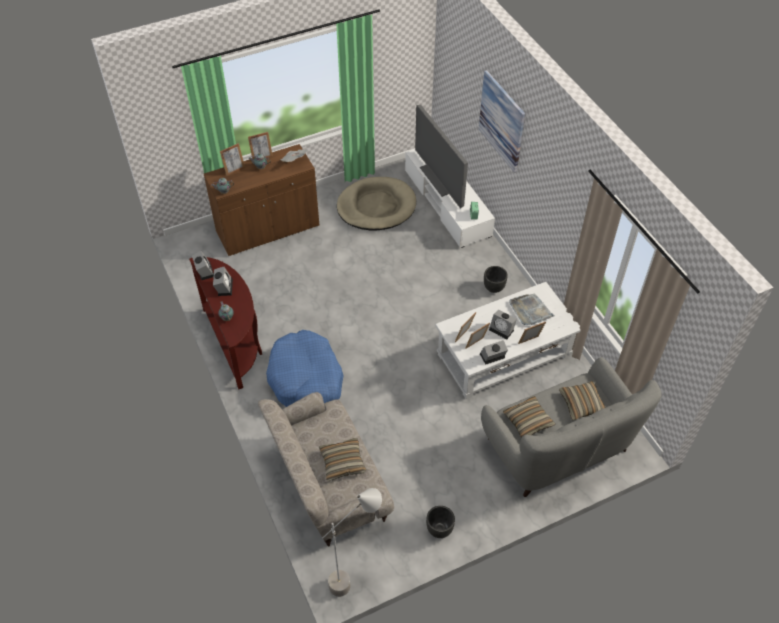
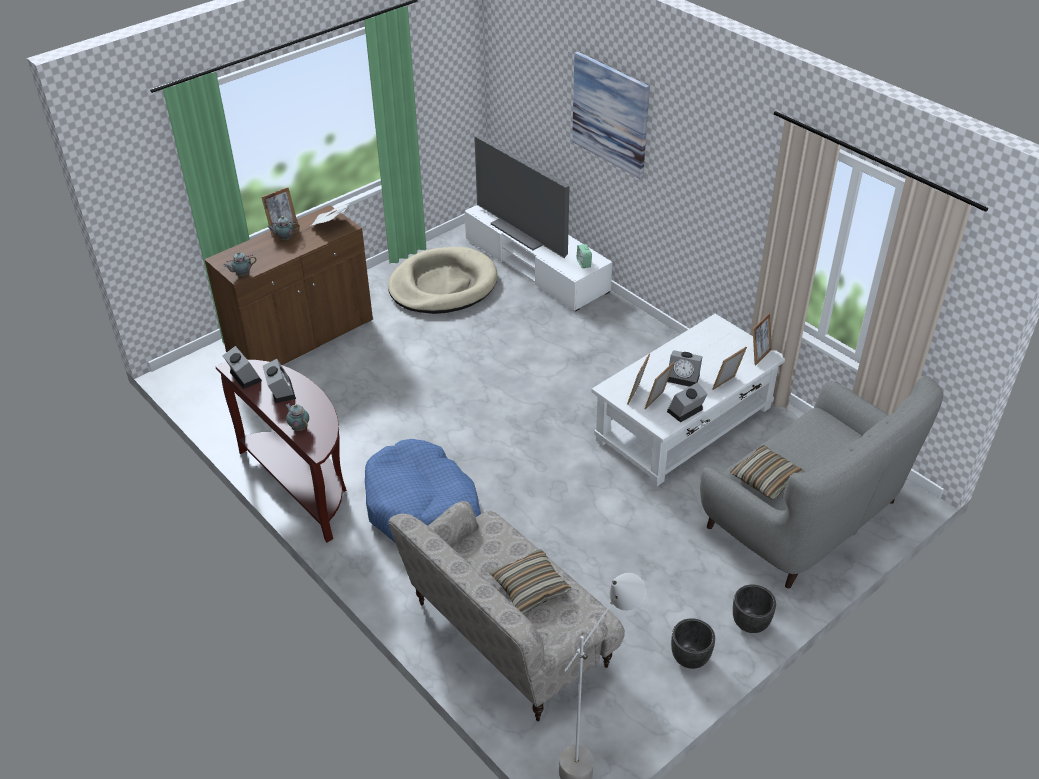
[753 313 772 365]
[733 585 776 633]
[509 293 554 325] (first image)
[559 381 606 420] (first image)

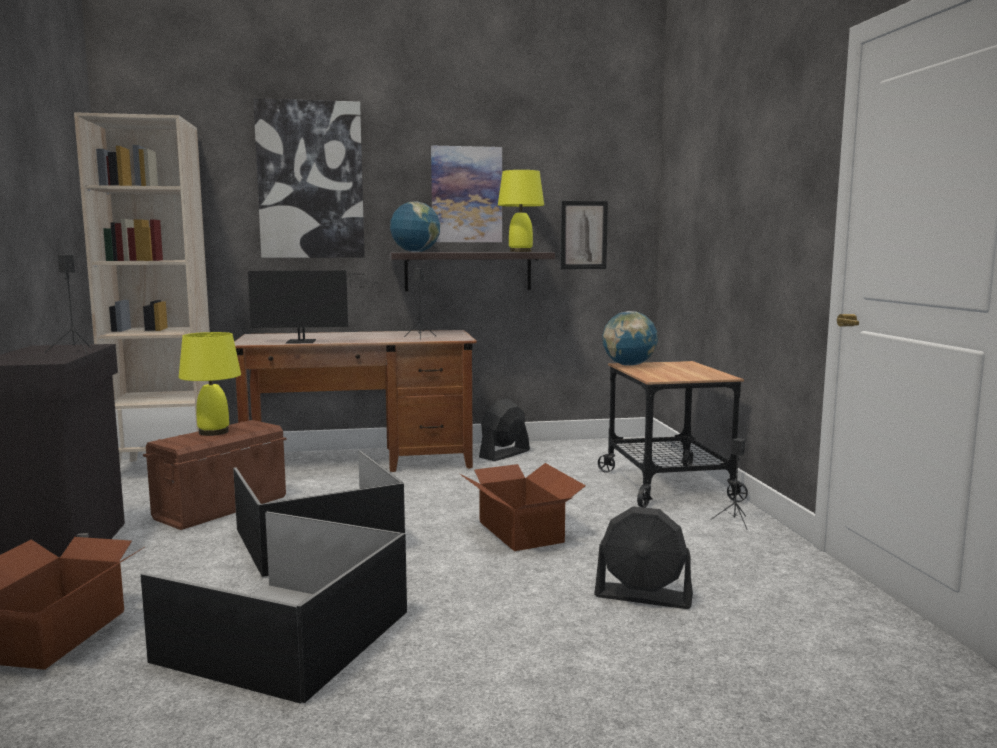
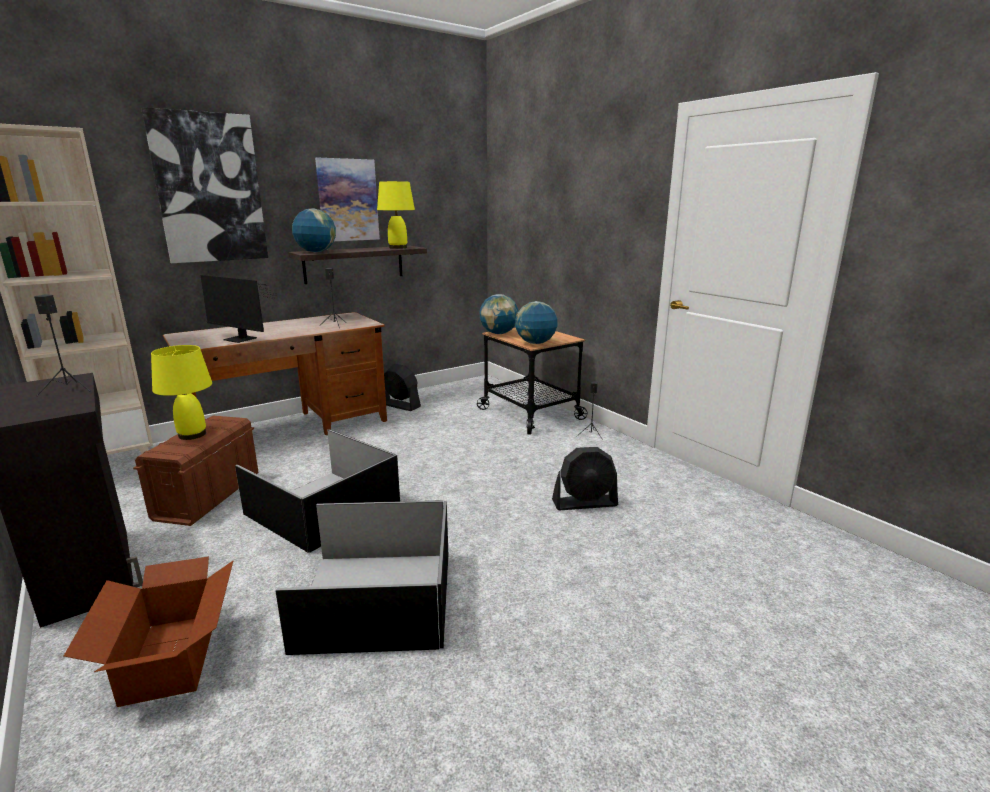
[561 201 608 269] (first image)
[201 275 278 343]
[384 364 421 411]
[459 463 586 551] (first image)
[515 301 557 344]

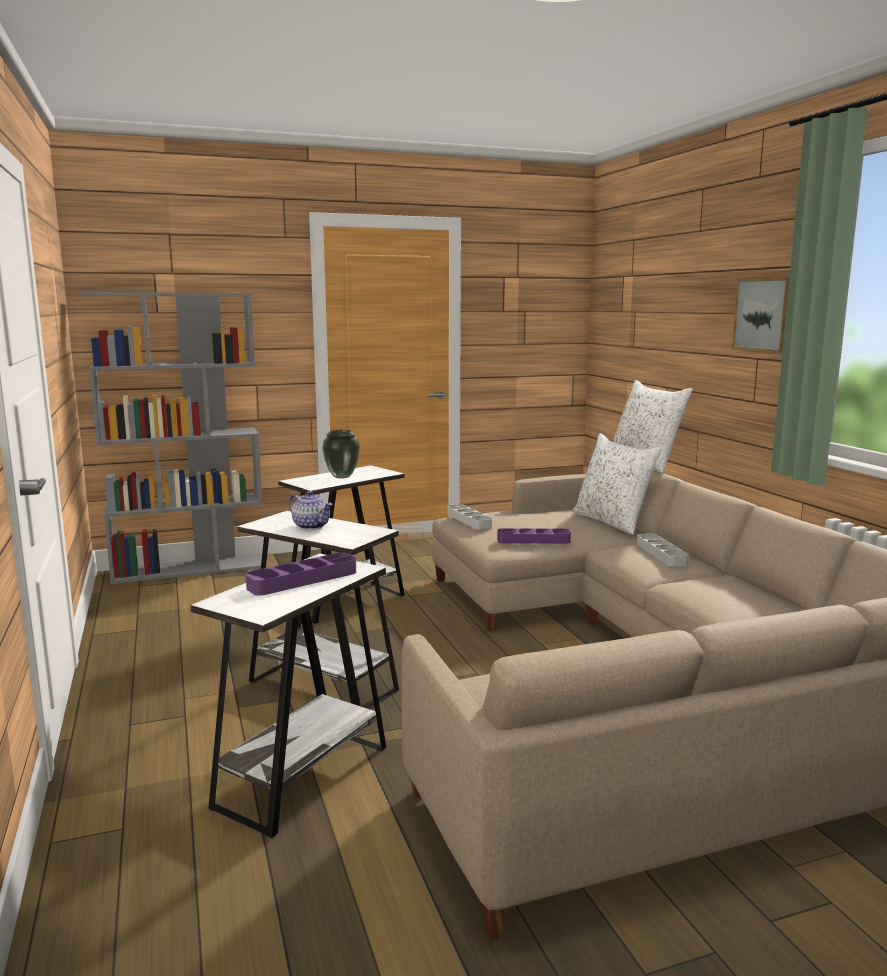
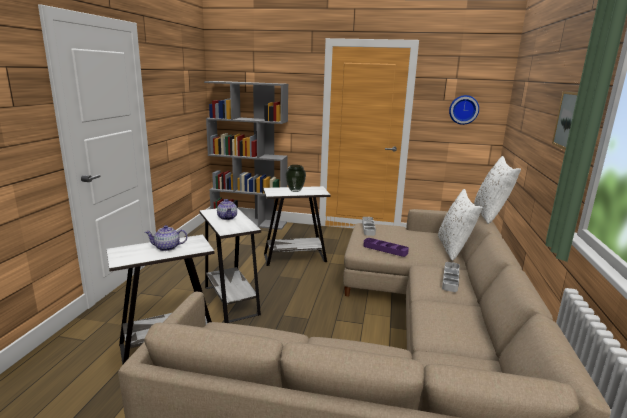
[145 225 188 251]
[449 95 479 125]

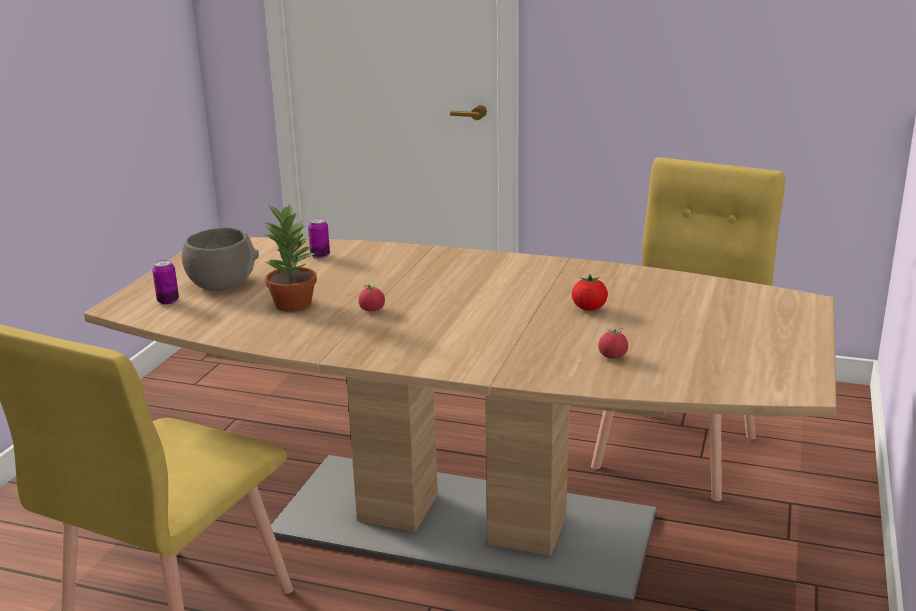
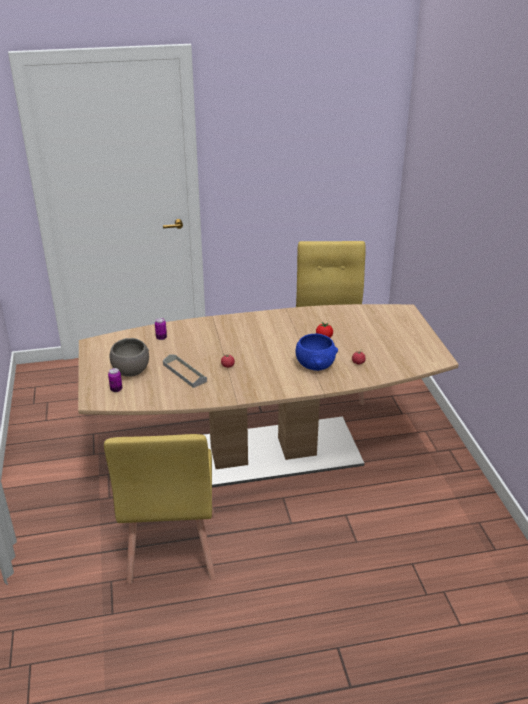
[163 354 207 388]
[295 334 338 371]

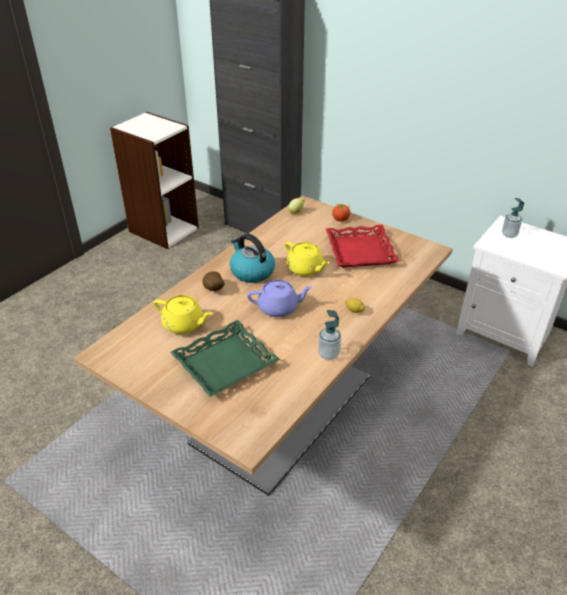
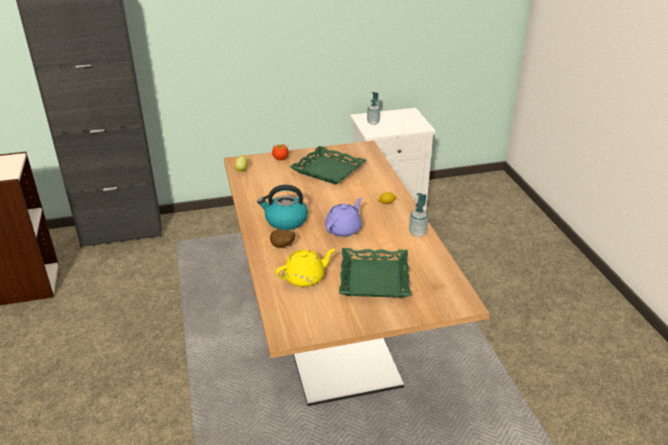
[290 146 367 185]
[285 242 329 276] (first image)

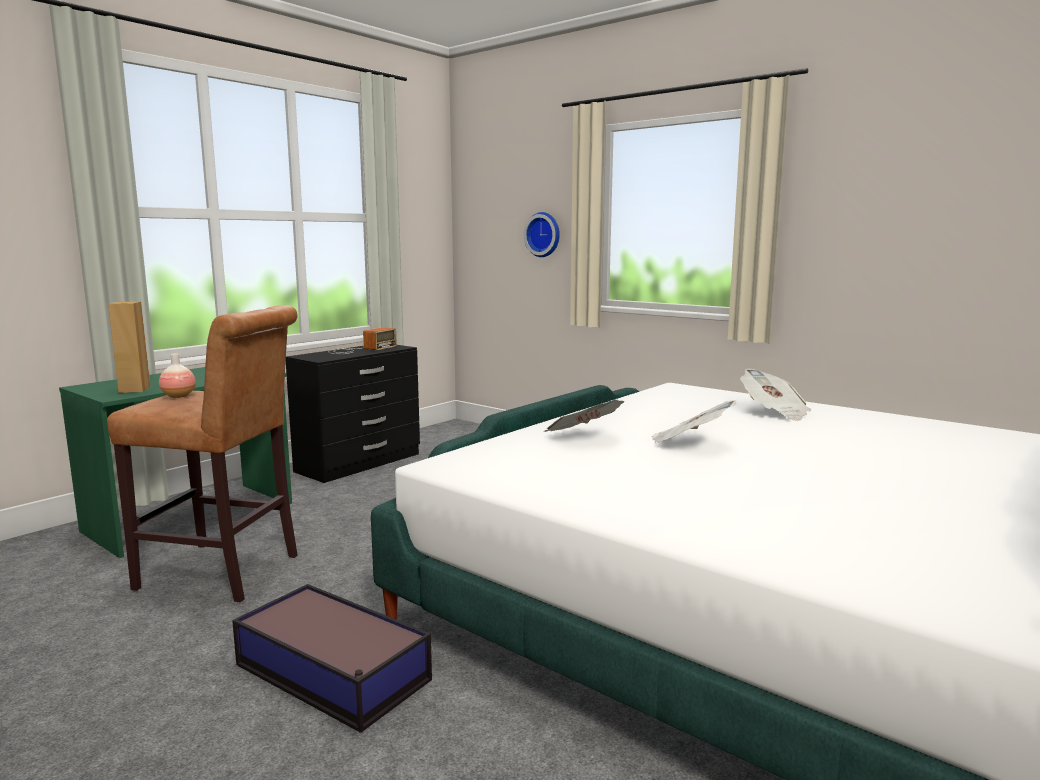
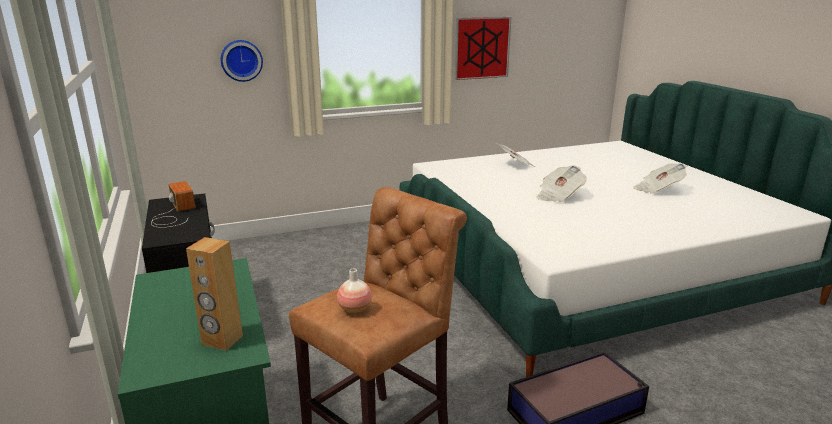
[633 163 687 194]
[455 17 512 80]

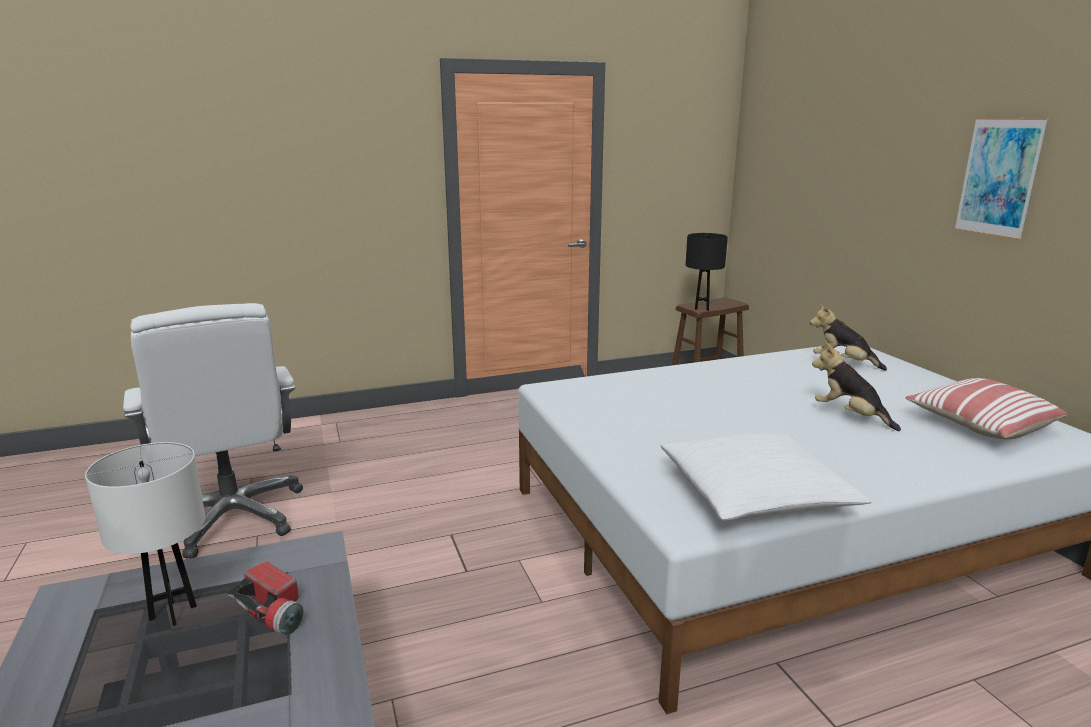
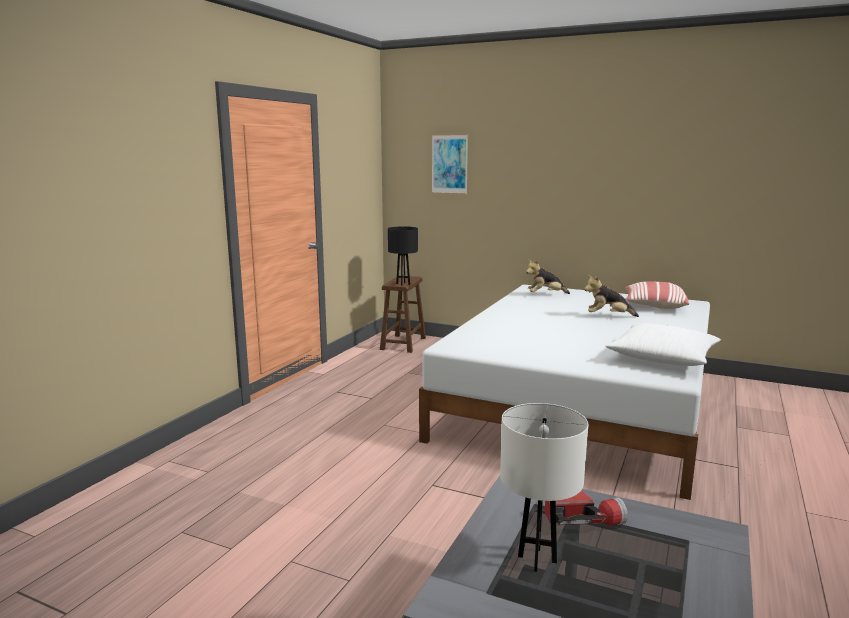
[432 134 468 195]
[123 303 303 559] (first image)

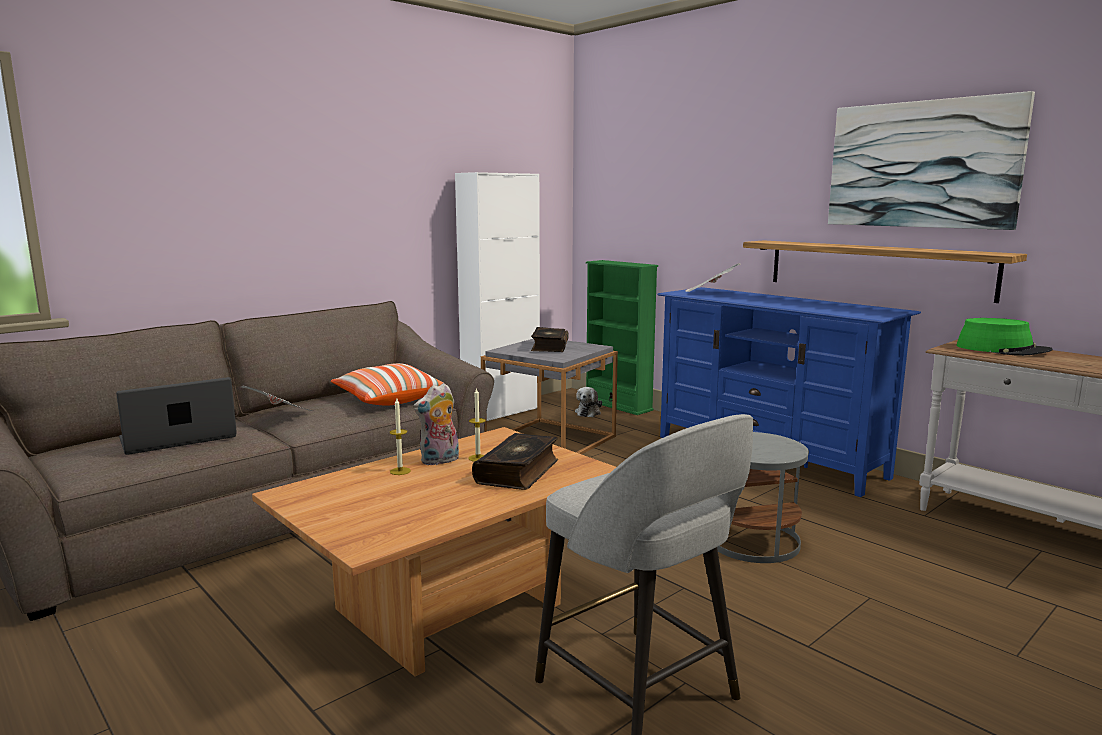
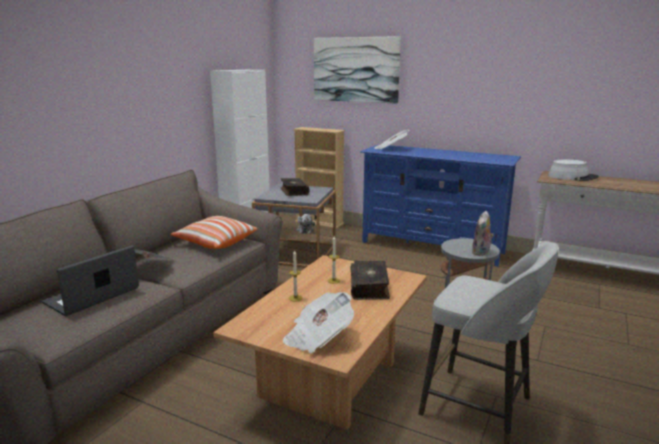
[314 36 401 104]
[743 240 1027 303] (first image)
[293 127 345 229]
[548 159 599 181]
[472 211 494 256]
[283 292 354 353]

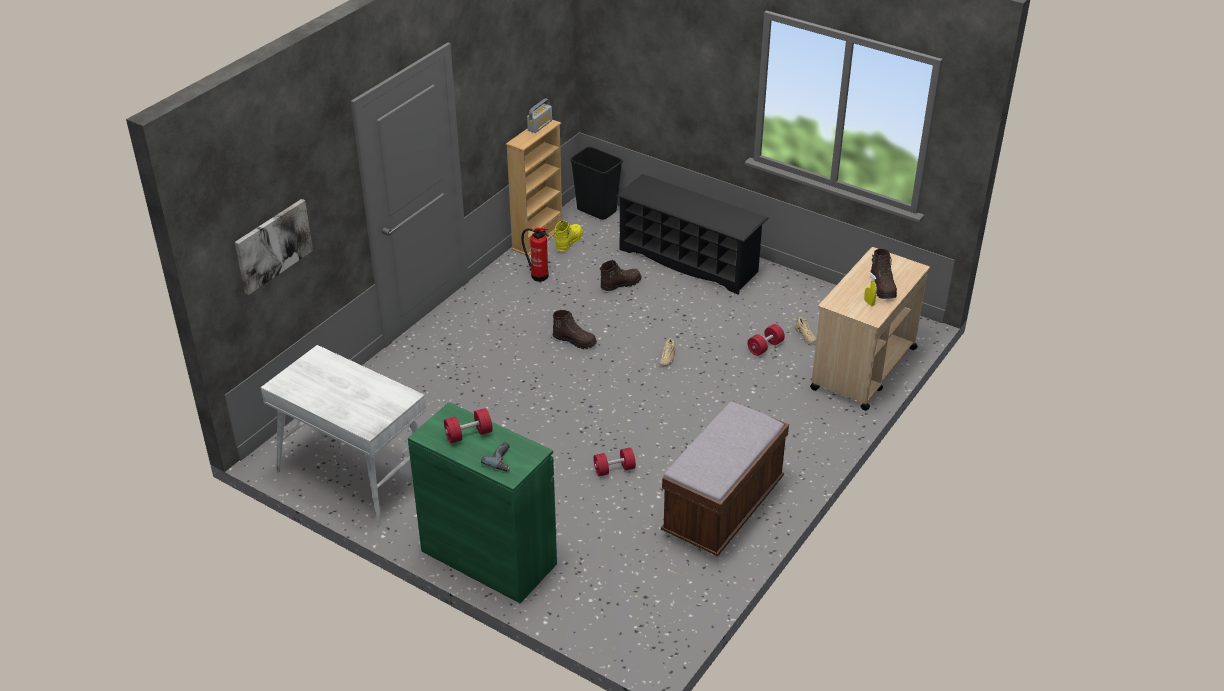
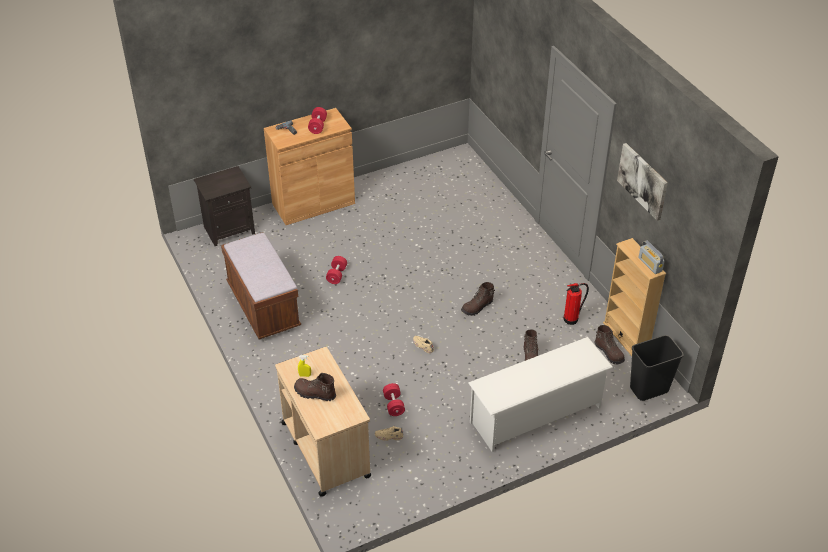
[468 337 613 452]
[617 143 668 221]
[595 325 625 364]
[261 345 426 526] (first image)
[264 108 355 225]
[194 166 255 246]

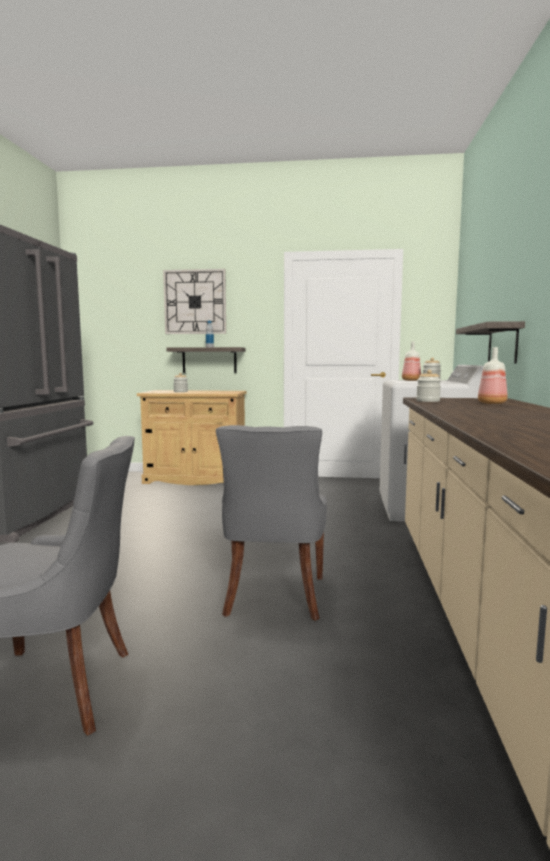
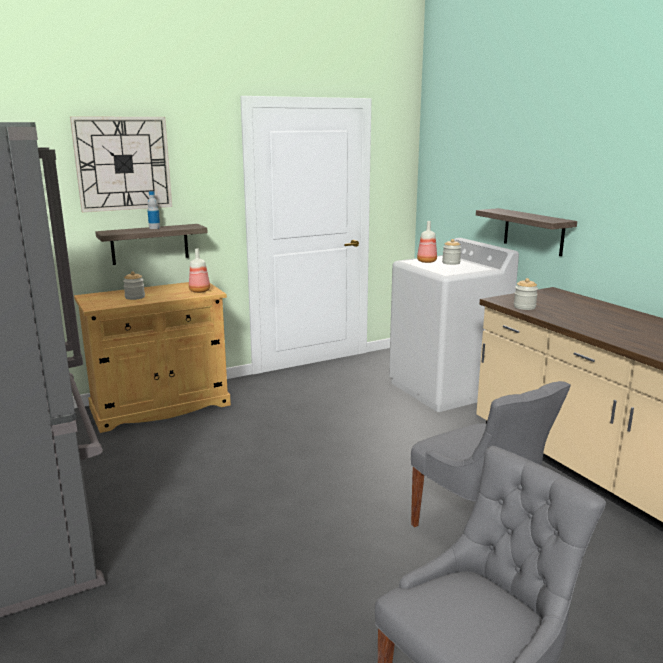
[189 248 210 293]

